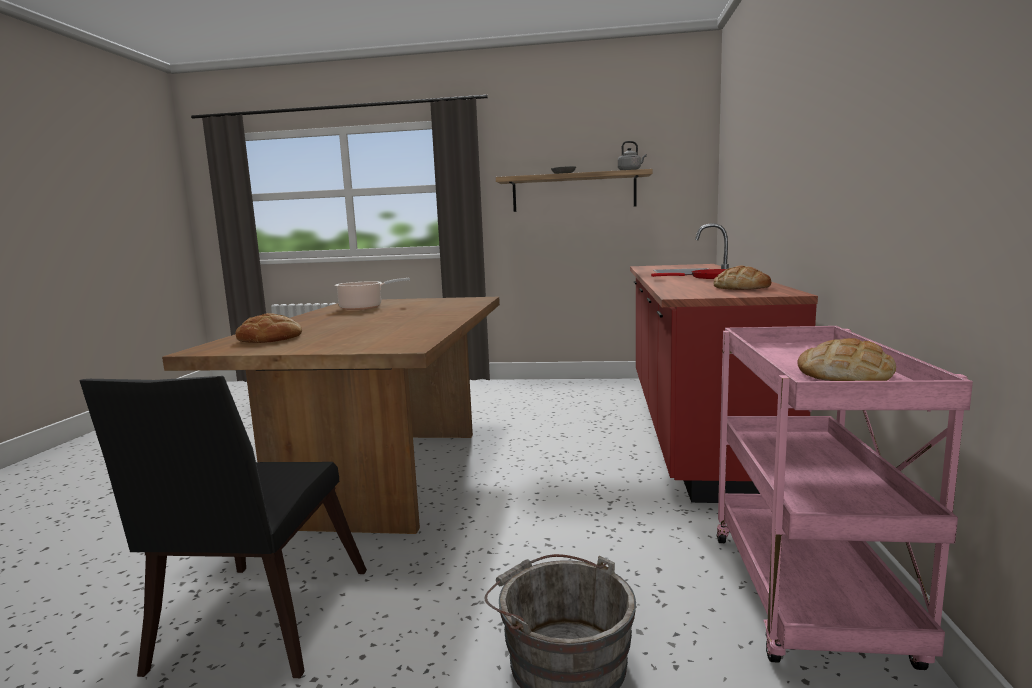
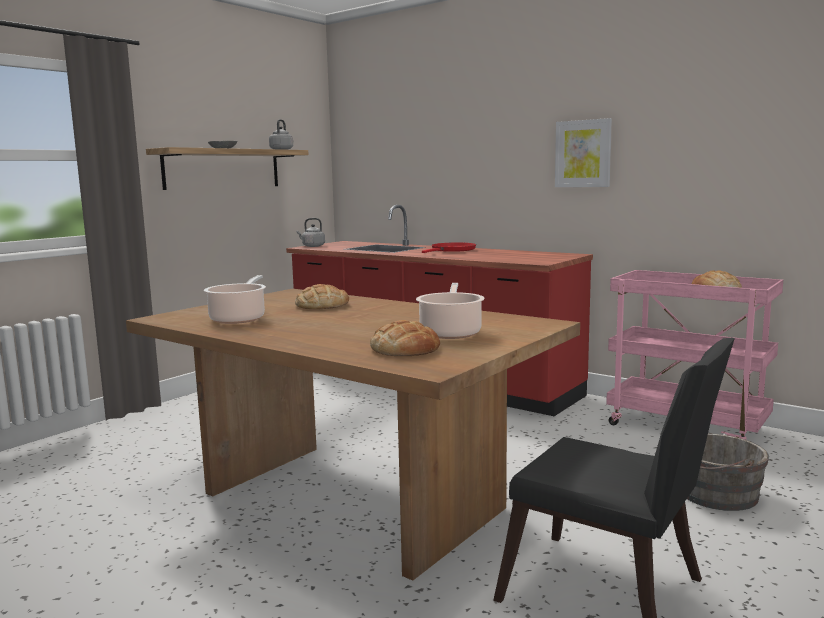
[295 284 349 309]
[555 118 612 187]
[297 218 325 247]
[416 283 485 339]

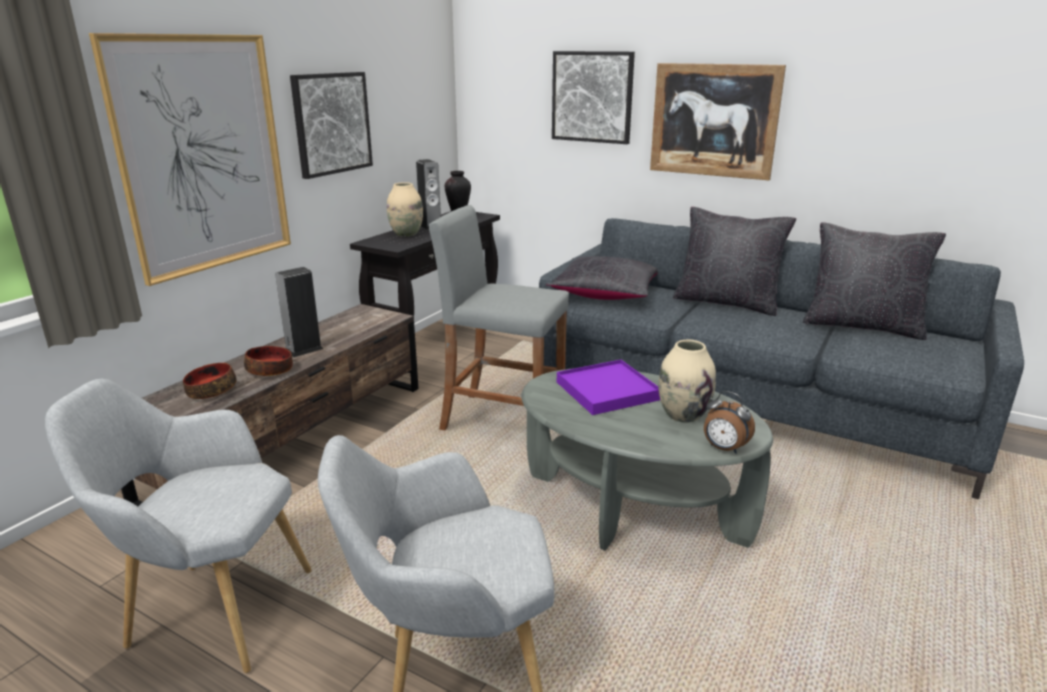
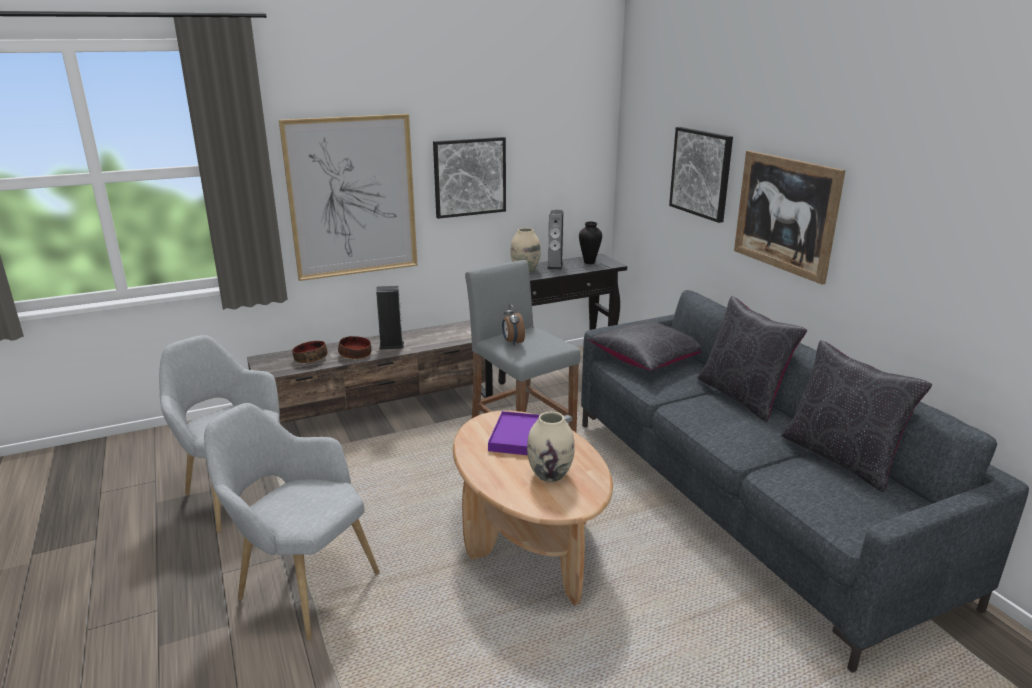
[453 411 613 606]
[502 304 525 346]

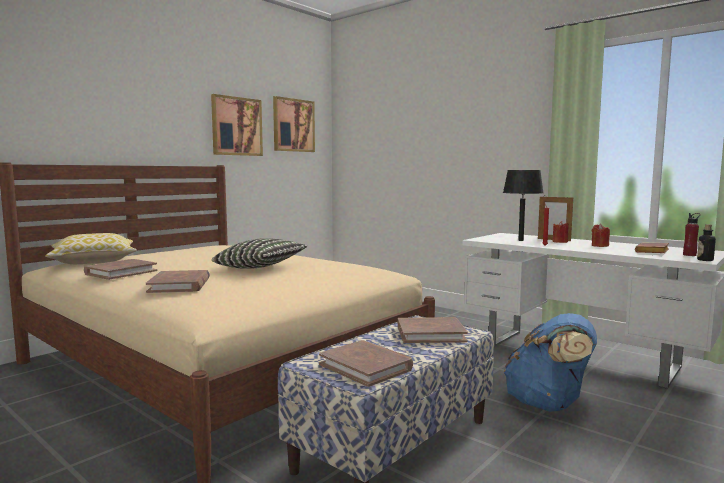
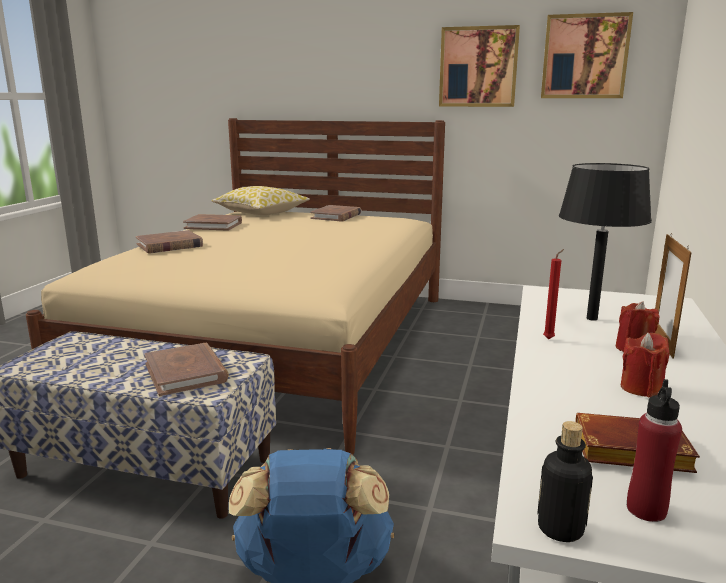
[212 238 307 269] (first image)
[310 205 361 221]

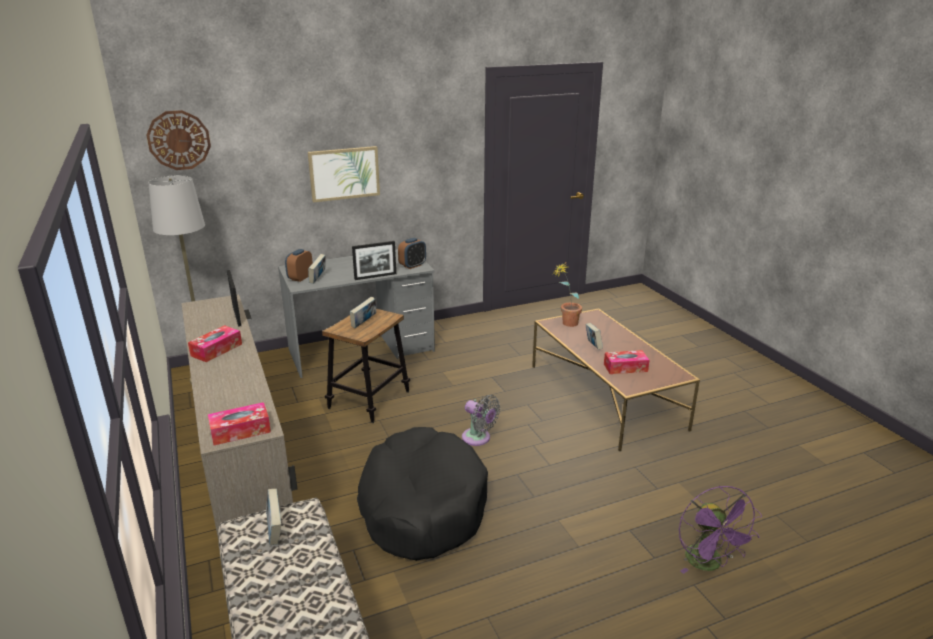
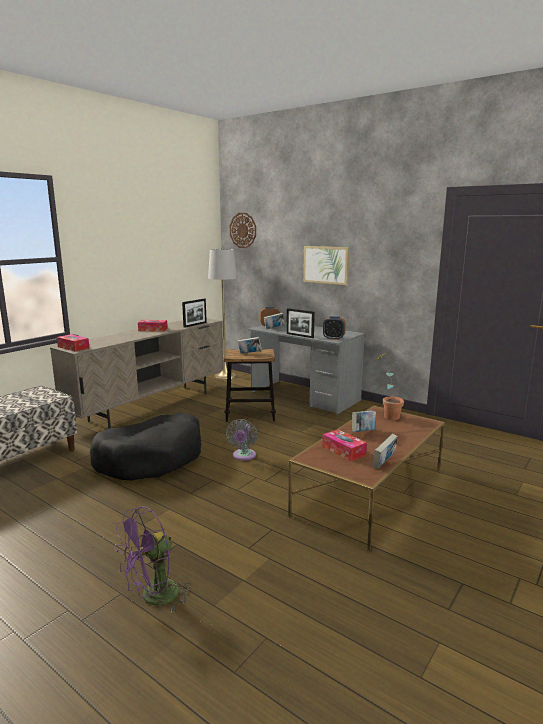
[372 434 398 469]

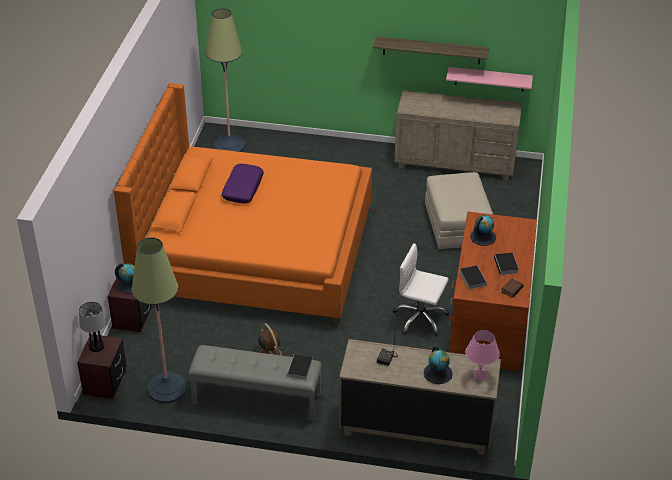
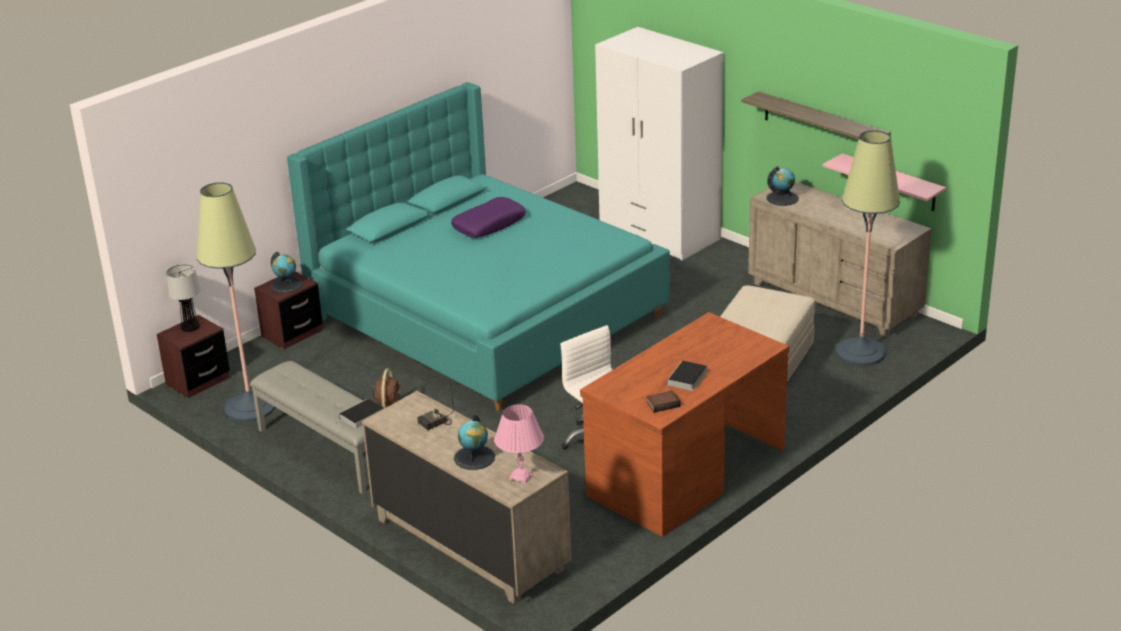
[836 130 900 366]
[287 82 670 411]
[767 166 799 206]
[460 265 487 289] (first image)
[595 27 724 260]

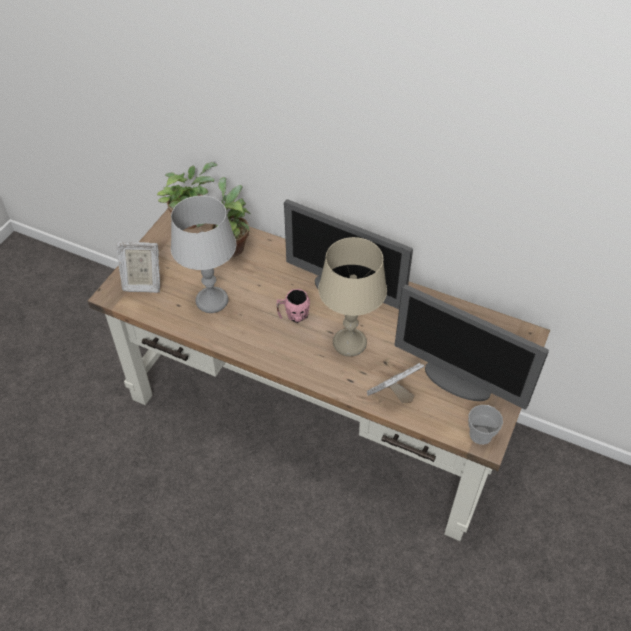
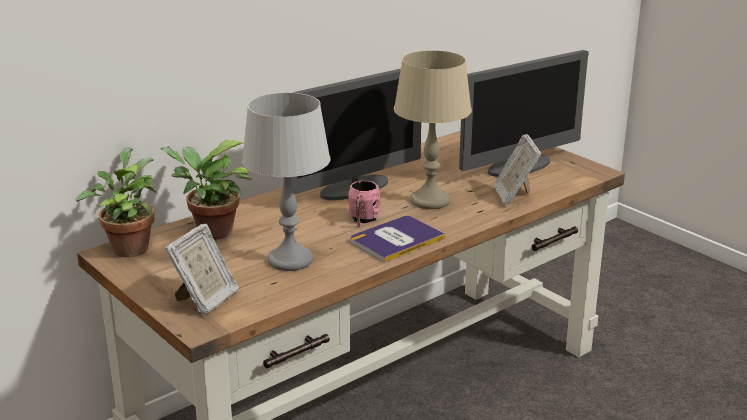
[468 405 503 445] (first image)
[351 216 445 262]

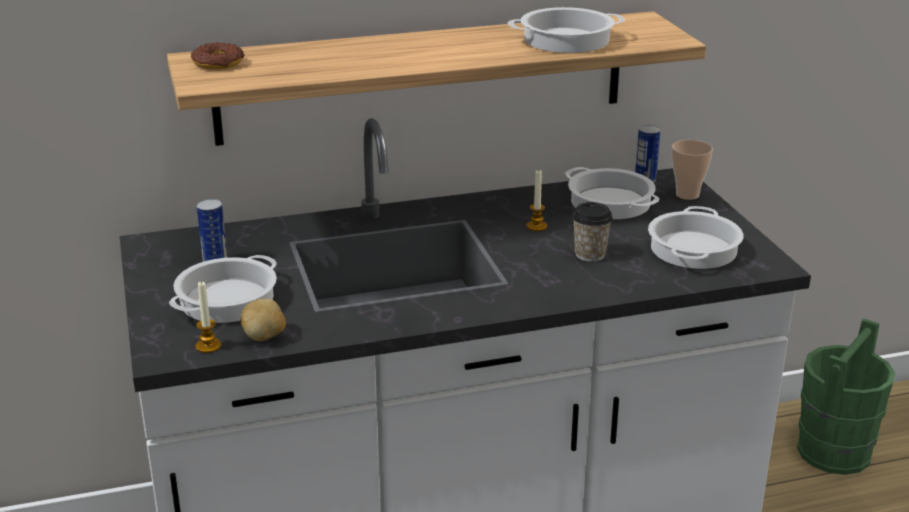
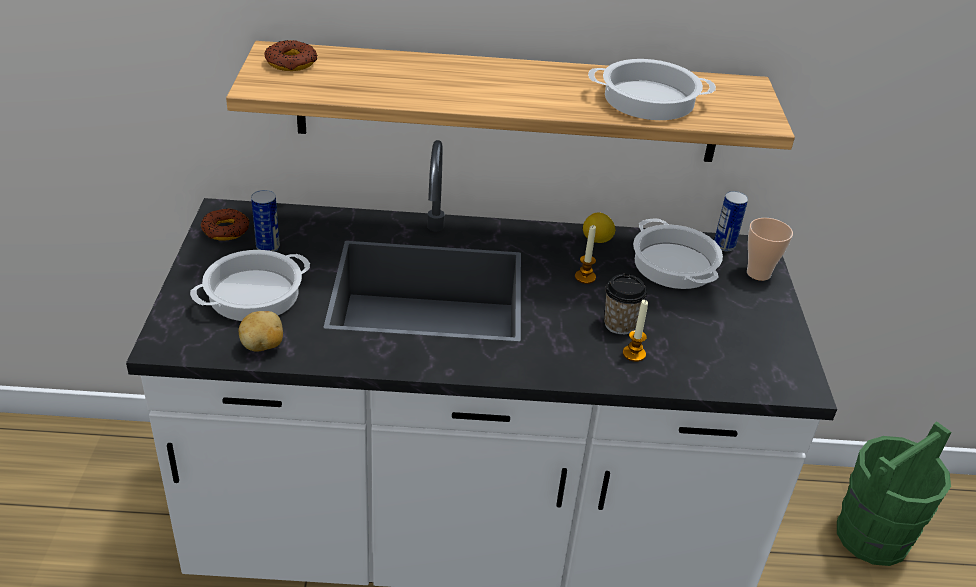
[648 206 744 269] (first image)
[623 300 648 362]
[201 208 249 241]
[583 212 616 243]

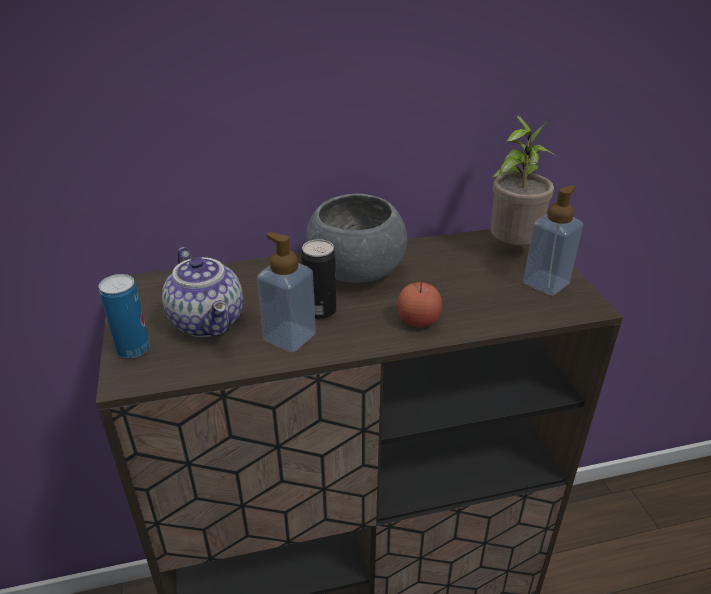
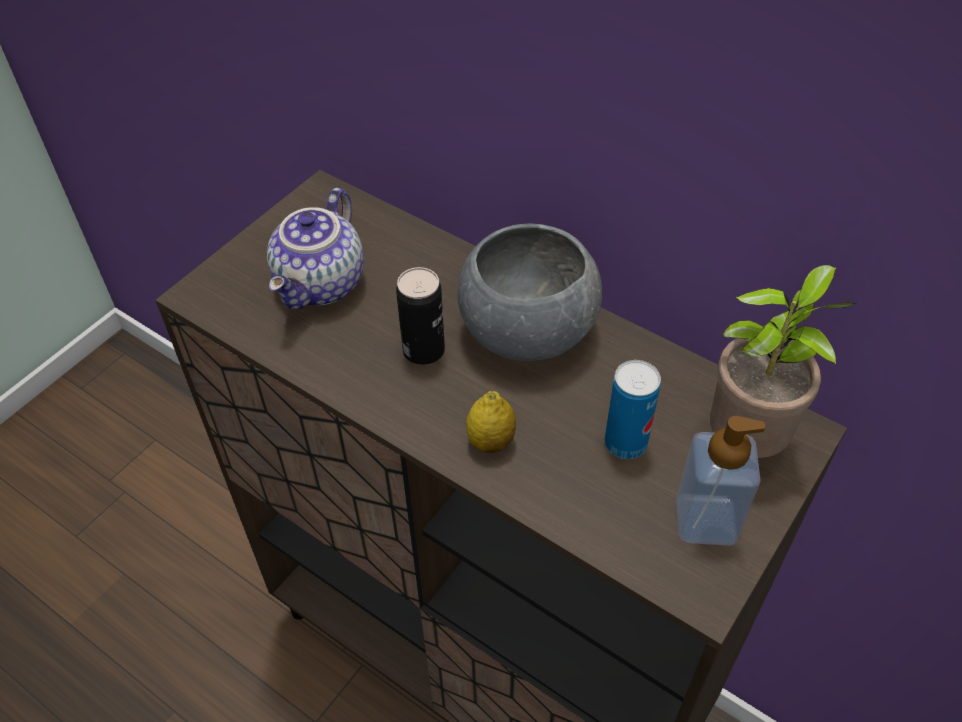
[257 232 316 353] (first image)
[604 360 661 459]
[466 391 516 453]

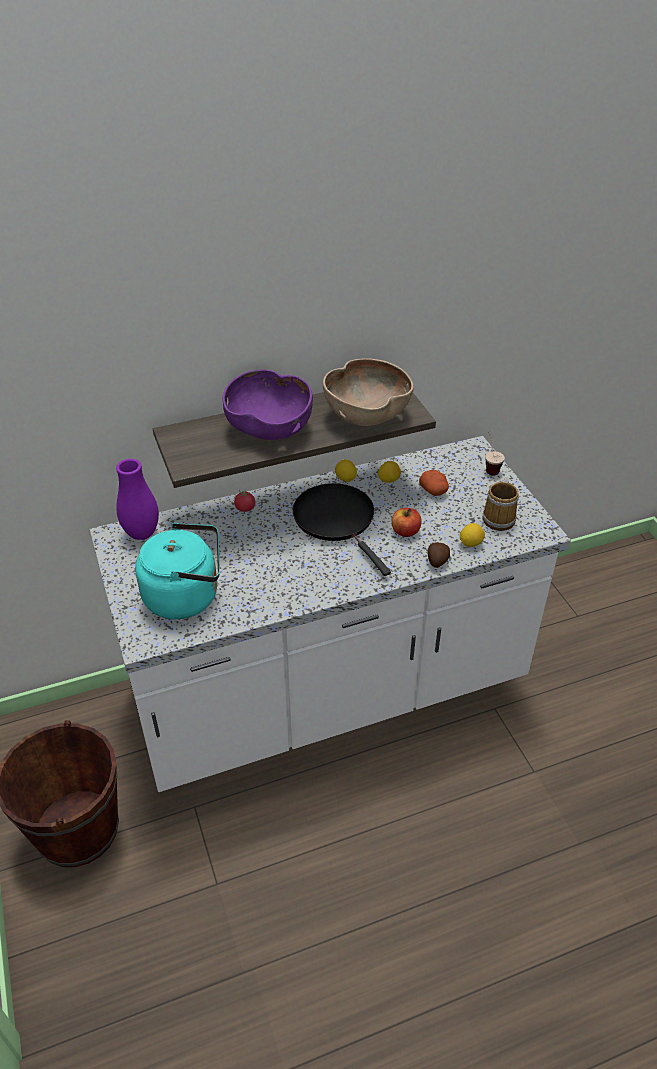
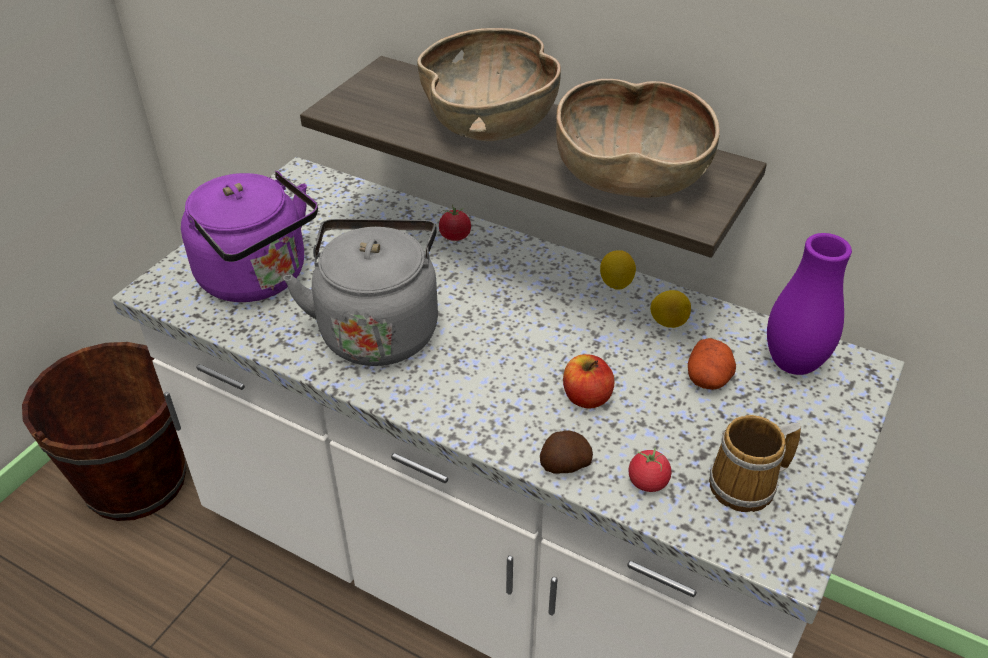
[417 28 561 141]
[485 431 505 475] (first image)
[767 233 852 375]
[293 483 391 576] (first image)
[181 171 318 302]
[629 448 671 492]
[283 219 438 366]

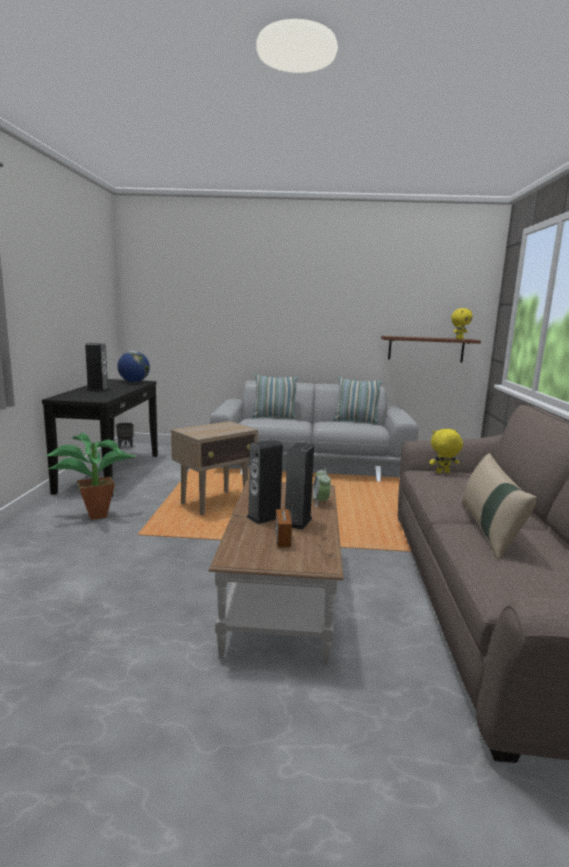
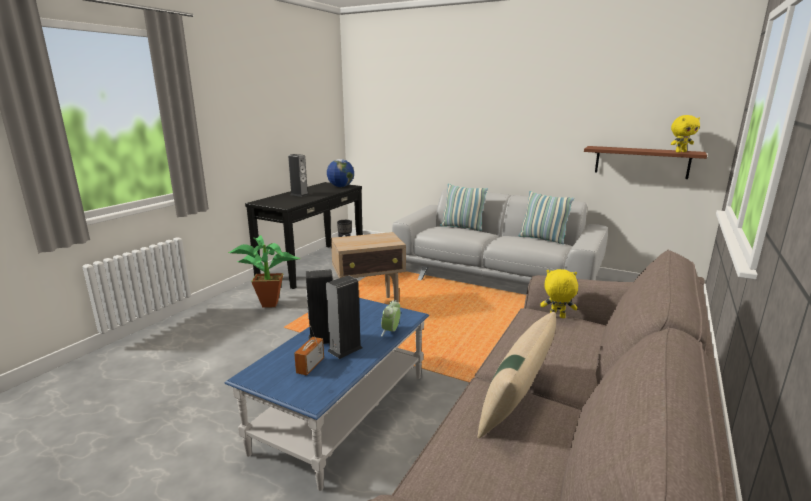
[224 298 429 491]

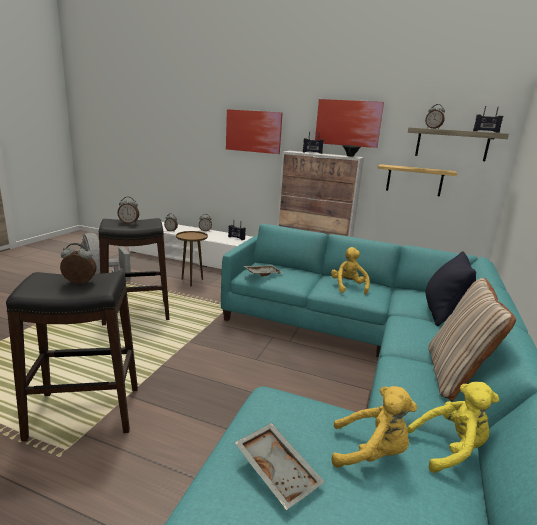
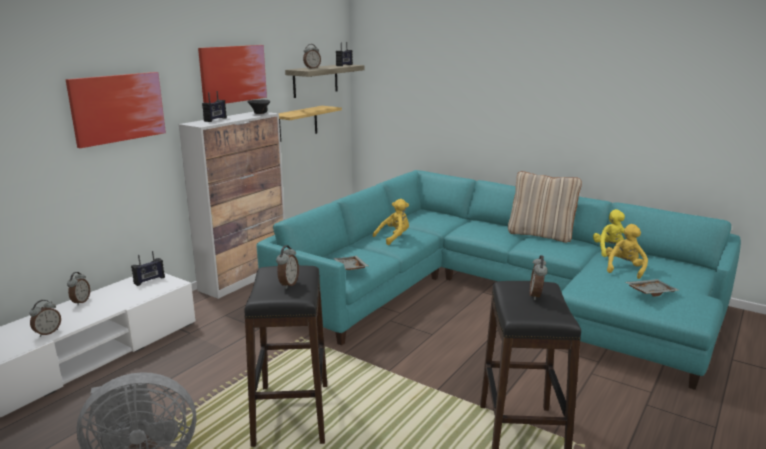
[176 231 208 286] (first image)
[373 199 409 245]
[426 251 476 326] (first image)

